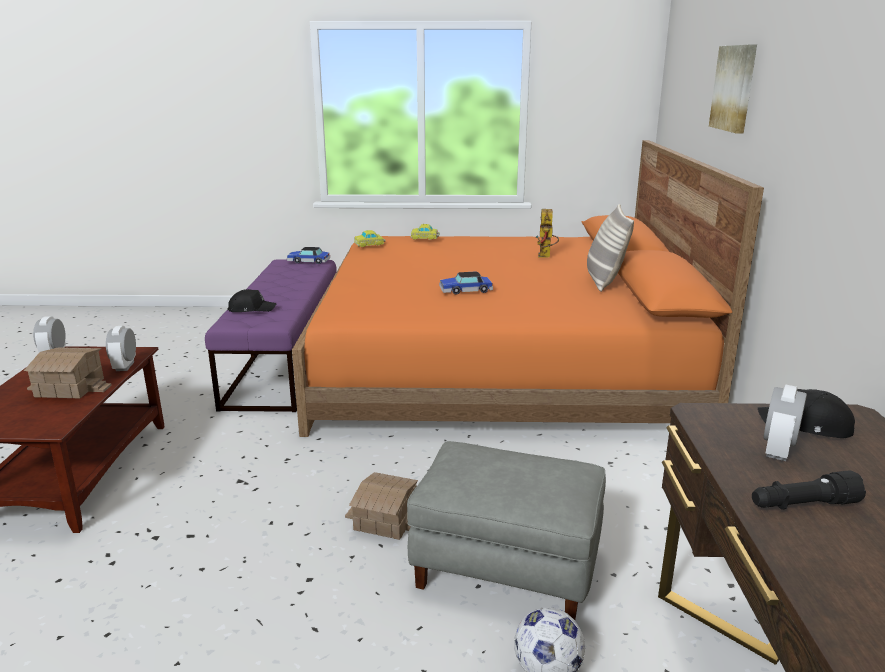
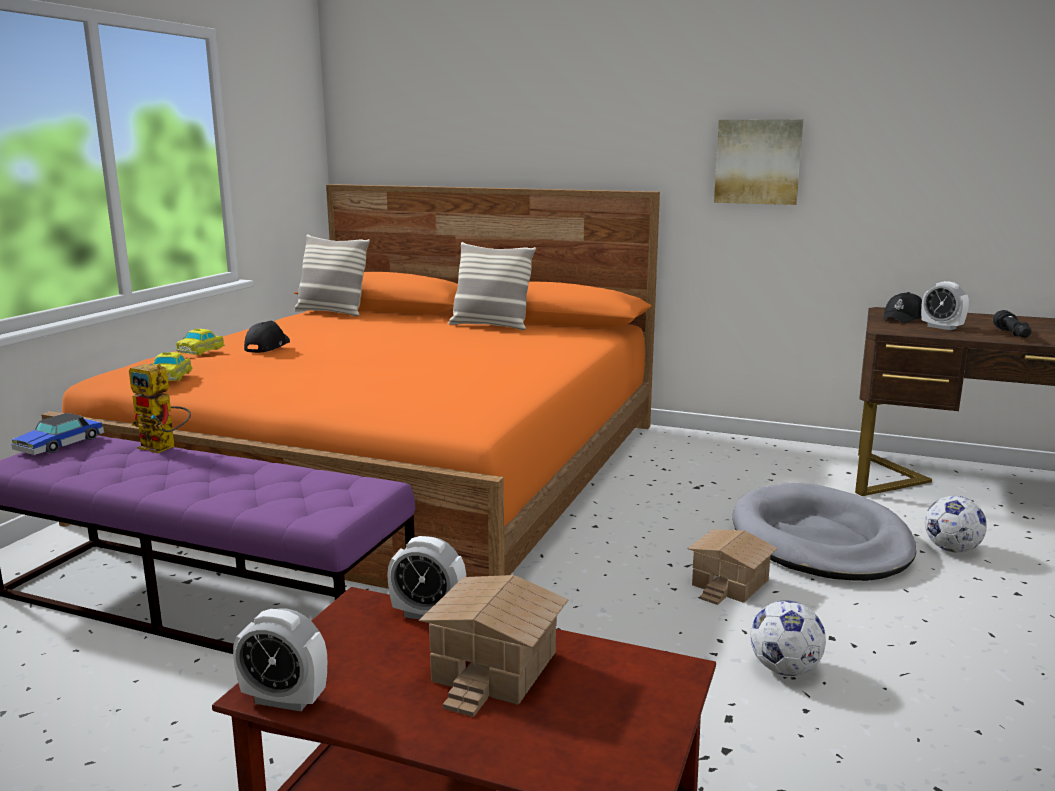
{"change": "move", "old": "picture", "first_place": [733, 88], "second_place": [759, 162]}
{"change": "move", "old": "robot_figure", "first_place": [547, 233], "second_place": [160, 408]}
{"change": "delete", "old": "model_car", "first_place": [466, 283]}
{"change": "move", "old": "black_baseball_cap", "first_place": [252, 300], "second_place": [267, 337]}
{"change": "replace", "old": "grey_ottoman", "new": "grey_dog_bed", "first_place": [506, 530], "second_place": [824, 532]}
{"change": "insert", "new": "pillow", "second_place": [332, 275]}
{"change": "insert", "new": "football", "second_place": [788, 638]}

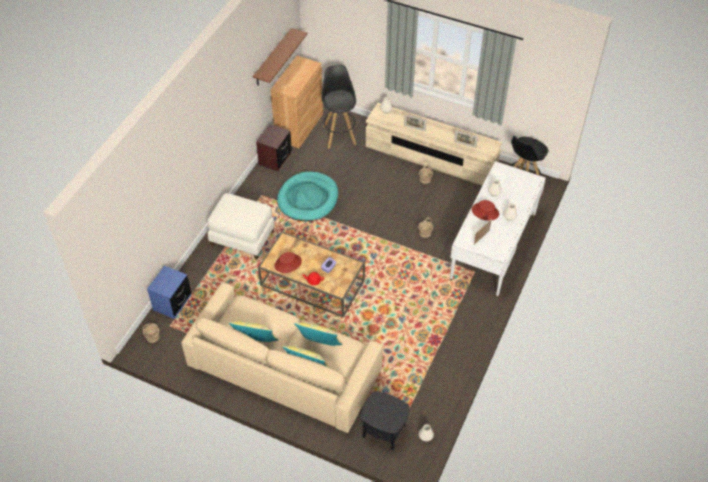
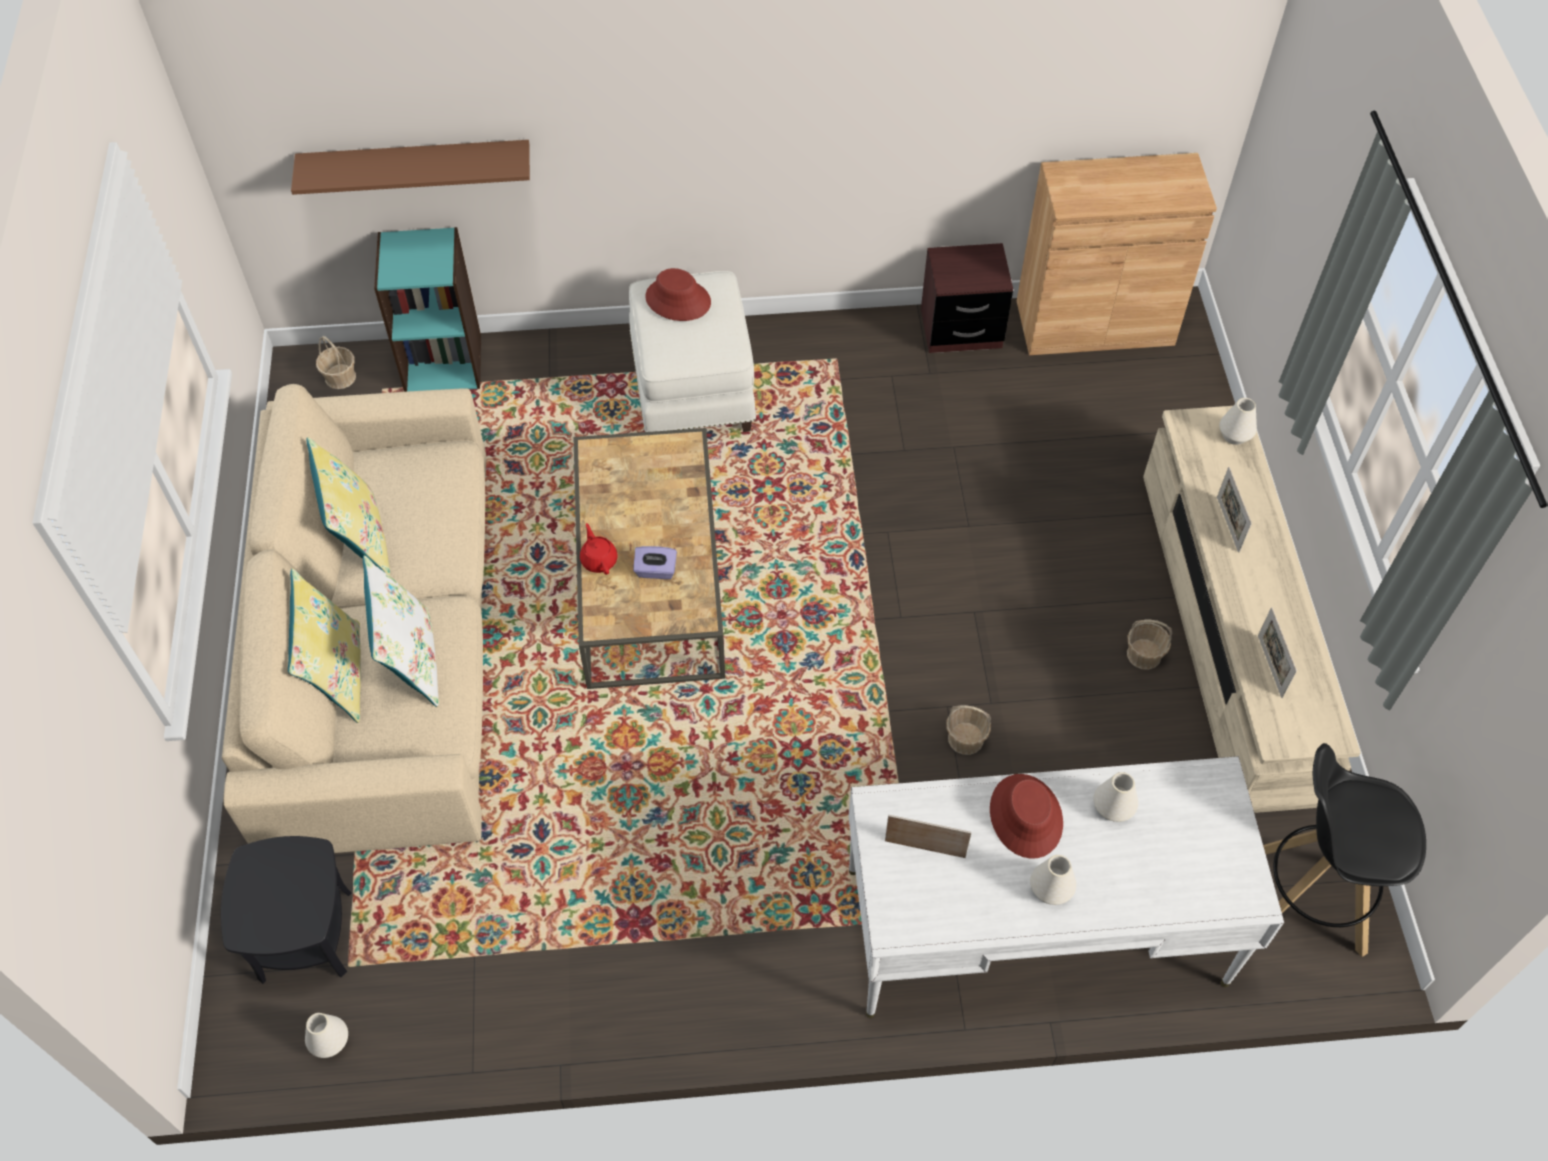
{"change": "move", "old": "brown-coloured_shelf", "first_place": [280, 56], "second_place": [410, 167]}
{"change": "delete", "old": "black_stool_seat", "first_place": [338, 107]}
{"change": "delete", "old": "turquoise_dog_bed", "first_place": [307, 196]}
{"change": "move", "old": "red_hat", "first_place": [288, 262], "second_place": [678, 294]}
{"change": "replace", "old": "bluish_night_table", "new": "turquoise_bookshelf", "first_place": [169, 292], "second_place": [427, 309]}
{"change": "recolor", "old": "yellow-coloured_pillow", "new": "whitish_pillow", "first_place": [318, 334], "second_place": [401, 631]}

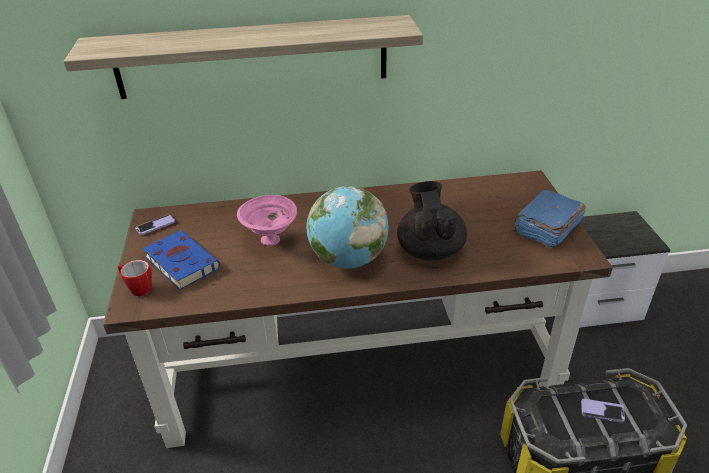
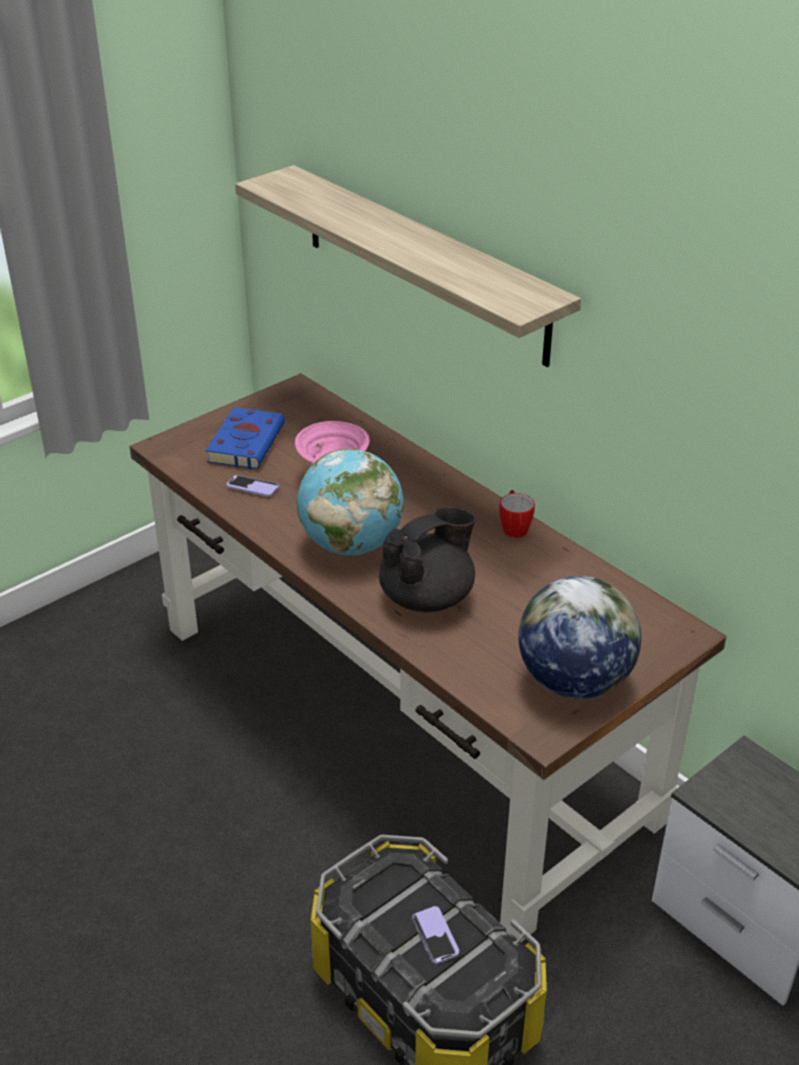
{"change": "replace", "old": "bluish_bound_book", "new": "globe", "first_place": [549, 219], "second_place": [580, 637]}
{"change": "move", "old": "handset", "first_place": [155, 225], "second_place": [252, 486]}
{"change": "move", "old": "mug", "first_place": [135, 278], "second_place": [517, 514]}

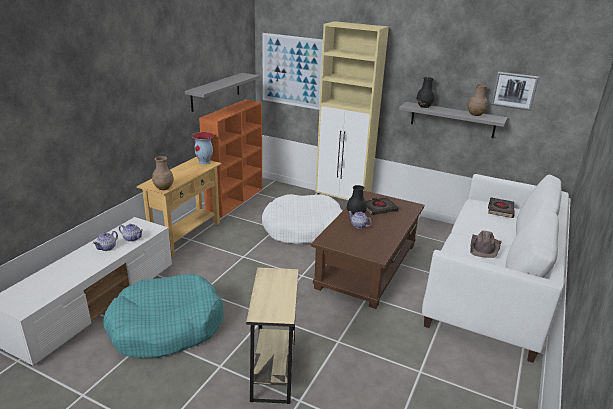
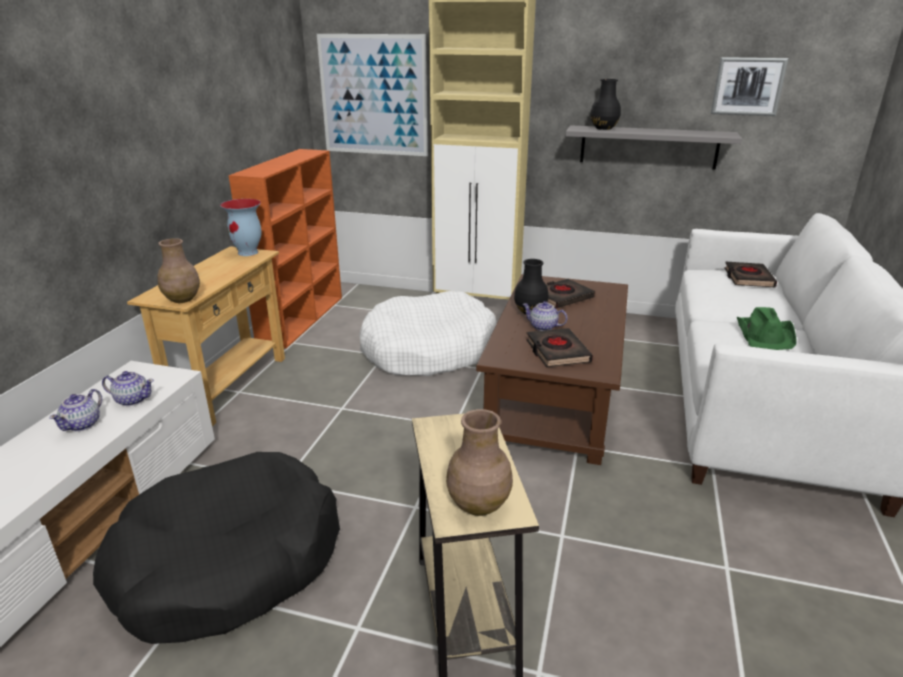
{"change": "delete", "old": "grey_shelf", "first_place": [222, 92]}
{"change": "move", "old": "brown-coloured_flower_vase", "first_place": [478, 100], "second_place": [479, 462]}
{"change": "recolor", "old": "brown-coloured_hat", "new": "green_hat", "first_place": [486, 244], "second_place": [766, 328]}
{"change": "recolor", "old": "turquoise_dog_bed", "new": "black_dog_bed", "first_place": [163, 316], "second_place": [216, 548]}
{"change": "insert", "new": "black_bound_book", "second_place": [559, 347]}

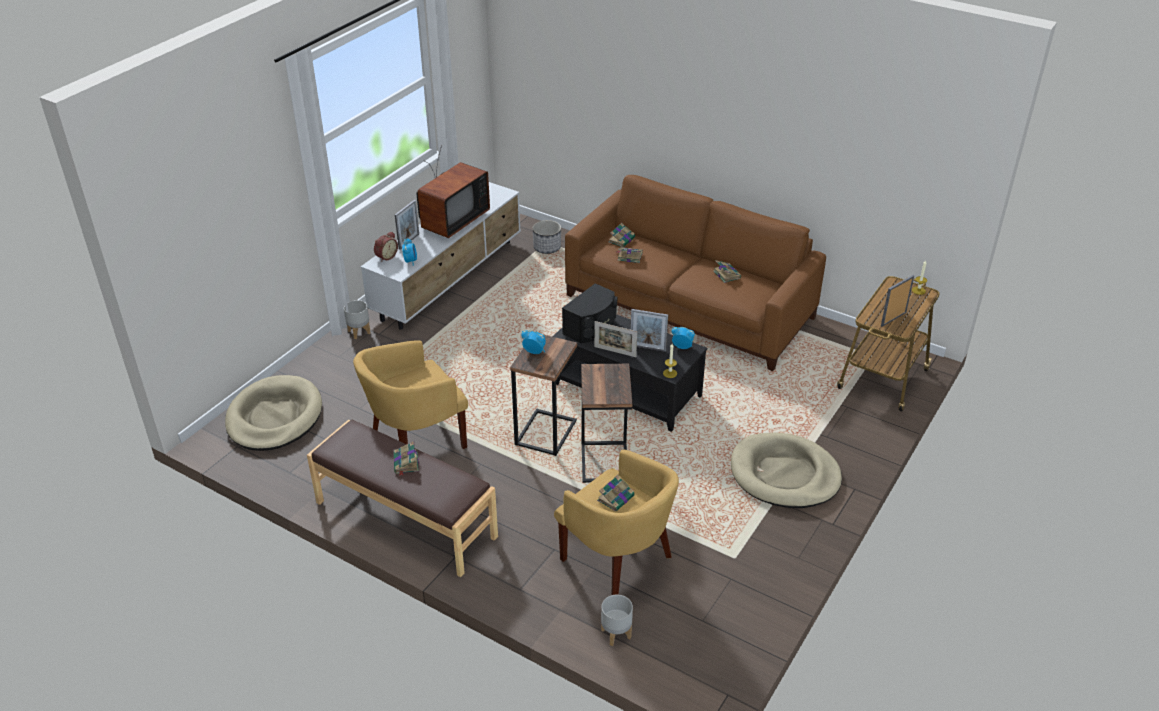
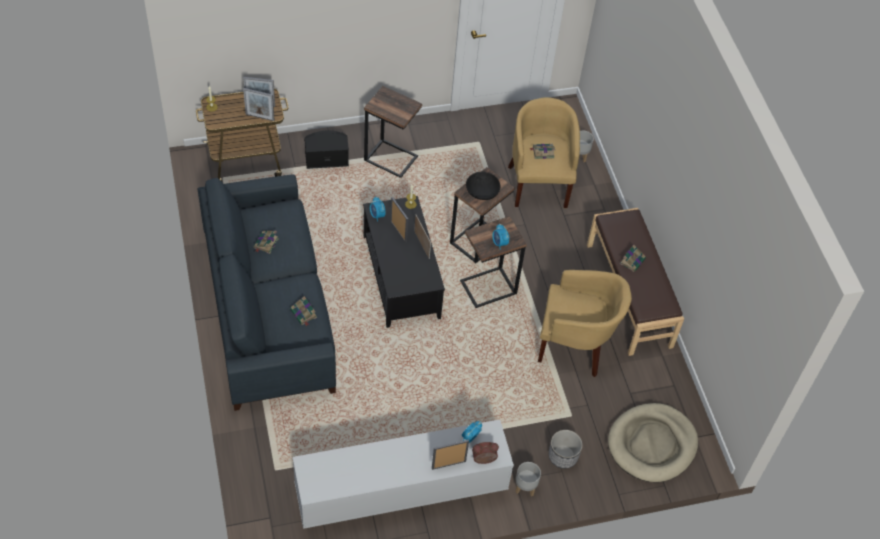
{"change": "delete", "old": "TV", "first_place": [453, 191]}
{"change": "recolor", "old": "brown-coloured_couch", "new": "bluish_couch", "first_place": [695, 273], "second_place": [266, 292]}
{"change": "move", "old": "plant_pot", "first_place": [546, 237], "second_place": [566, 449]}
{"change": "delete", "old": "bound_book", "first_place": [622, 235]}
{"change": "move", "old": "black_loudspeaker", "first_place": [589, 313], "second_place": [326, 150]}
{"change": "replace", "old": "sand-coloured_dog_bed", "new": "side_table", "first_place": [786, 470], "second_place": [393, 132]}
{"change": "insert", "new": "photo_frame", "second_place": [259, 104]}
{"change": "insert", "new": "black_bowl", "second_place": [483, 185]}

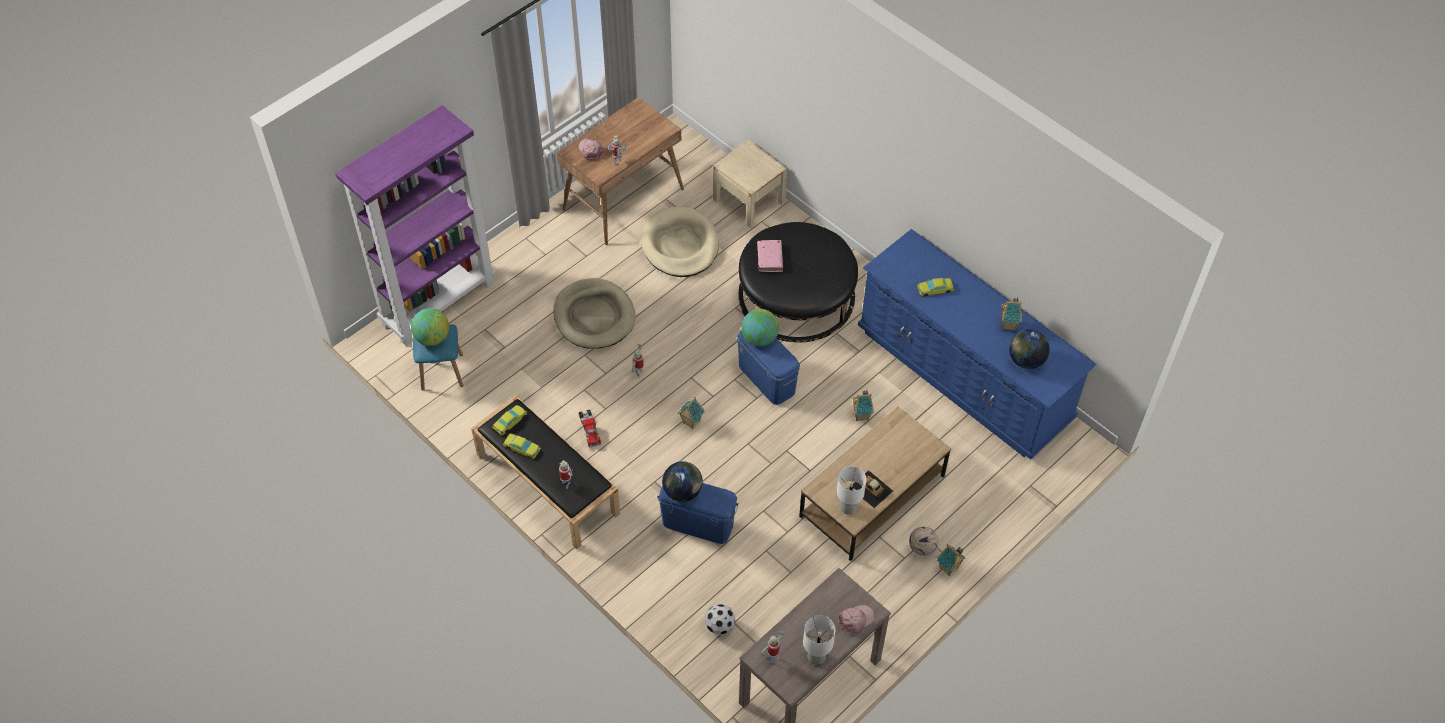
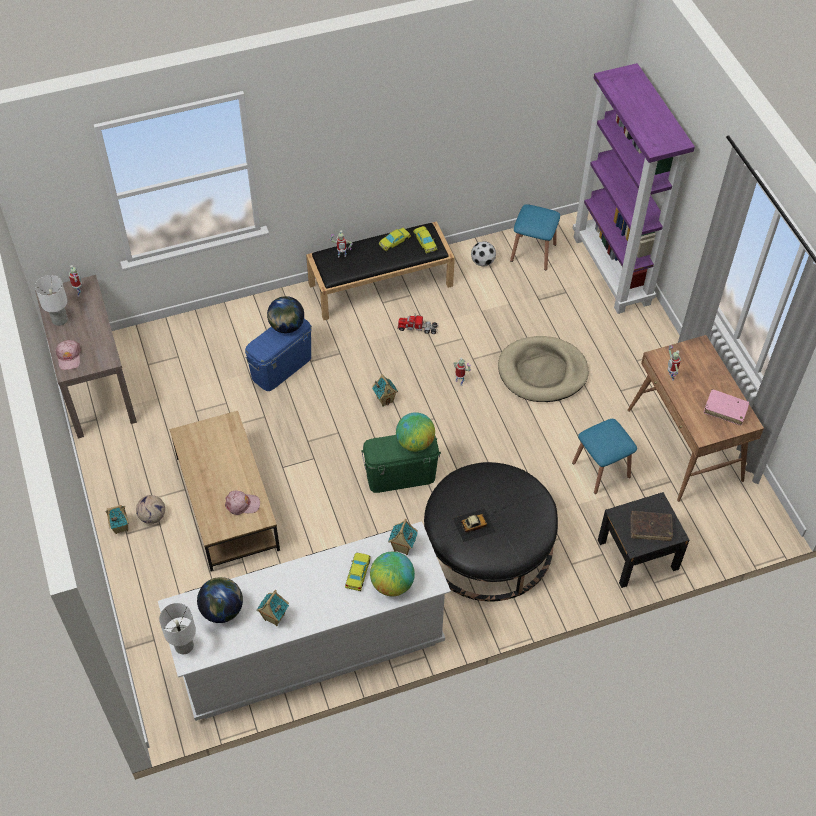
{"change": "move", "old": "pink-coloured_baseball_cap", "first_place": [591, 149], "second_place": [242, 503]}
{"change": "recolor", "old": "sand-coloured_night_table", "new": "black_night_table", "first_place": [750, 184], "second_place": [643, 540]}
{"change": "replace", "old": "sand-coloured_dog_bed", "new": "bluish_stool_seat", "first_place": [680, 241], "second_place": [604, 456]}
{"change": "recolor", "old": "bluish_chest_of_drawers", "new": "whitish_chest_of_drawers", "first_place": [977, 344], "second_place": [304, 621]}
{"change": "move", "old": "pink-coloured_bound_book", "first_place": [770, 256], "second_place": [727, 407]}
{"change": "move", "old": "globe", "first_place": [430, 327], "second_place": [392, 574]}
{"change": "recolor", "old": "bluish_storage_container", "new": "green_storage_container", "first_place": [768, 367], "second_place": [401, 464]}
{"change": "move", "old": "model_house", "first_place": [863, 405], "second_place": [403, 537]}
{"change": "move", "old": "whitish_tabletop_lamp", "first_place": [852, 490], "second_place": [177, 628]}
{"change": "move", "old": "model_car", "first_place": [872, 489], "second_place": [474, 525]}
{"change": "move", "old": "football", "first_place": [720, 619], "second_place": [483, 254]}
{"change": "insert", "new": "brown-coloured_bound_book", "second_place": [651, 526]}

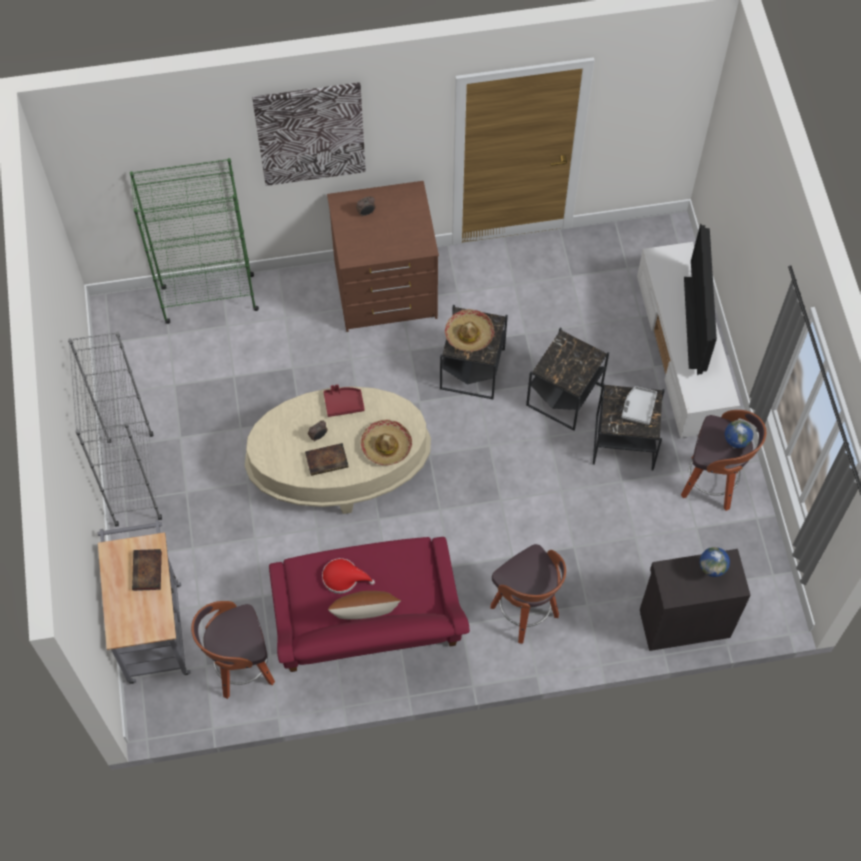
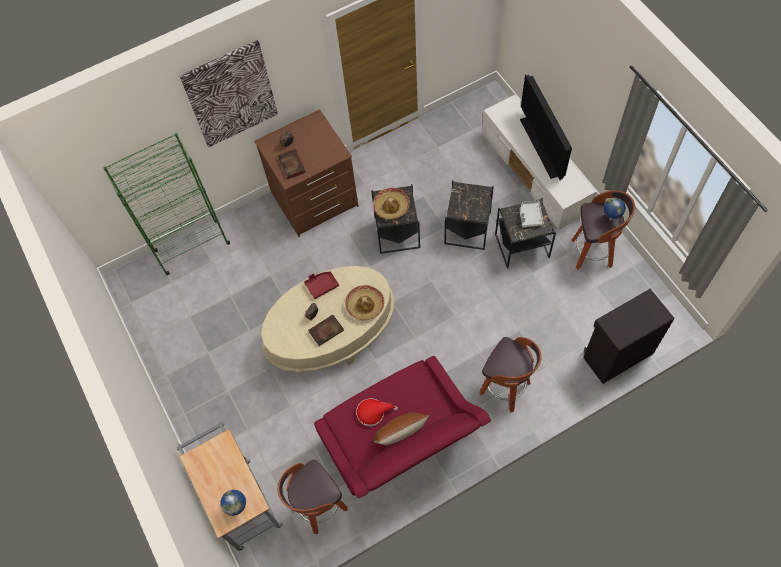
{"change": "delete", "old": "grey_bookshelf", "first_place": [115, 429]}
{"change": "move", "old": "globe", "first_place": [715, 562], "second_place": [233, 503]}
{"change": "move", "old": "bound_book", "first_place": [147, 570], "second_place": [292, 164]}

